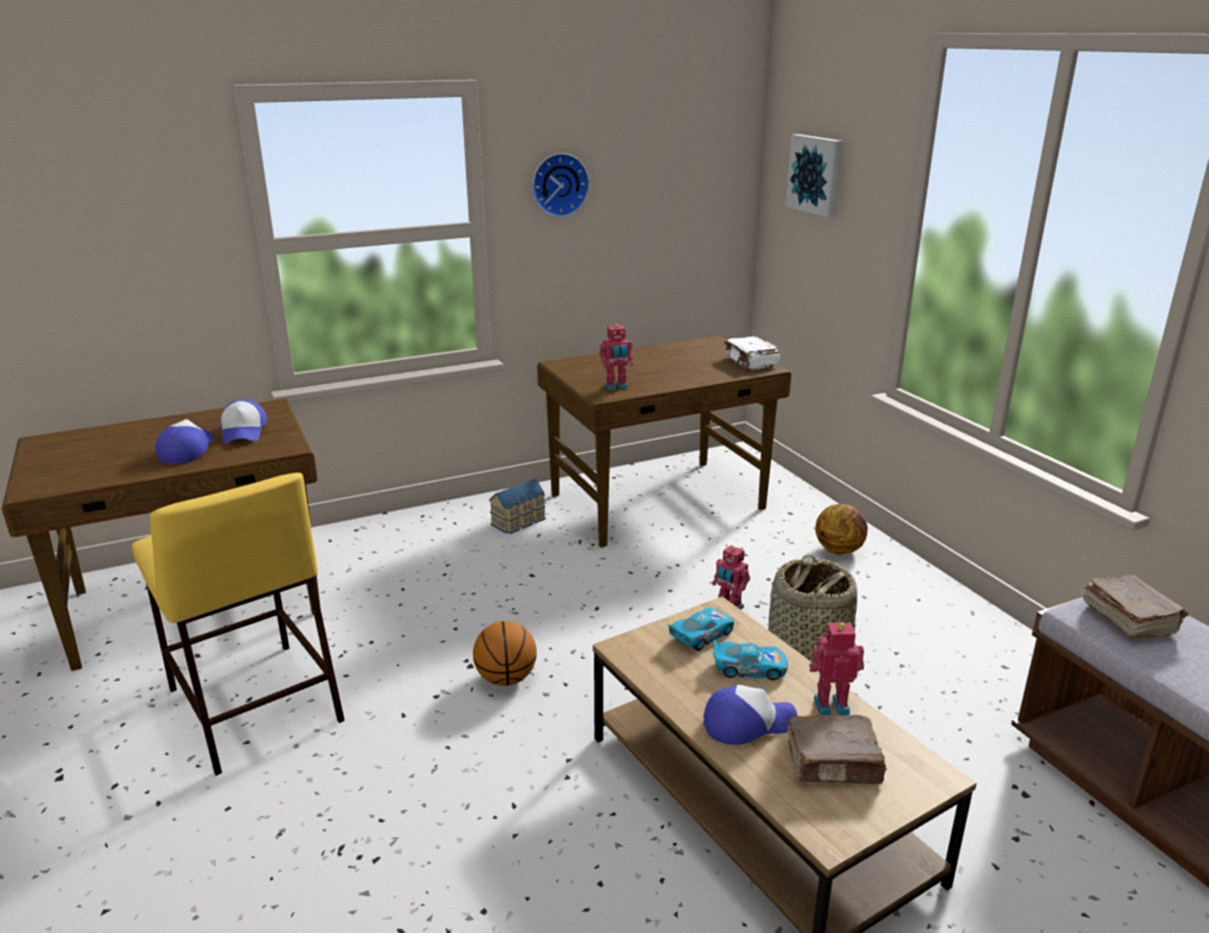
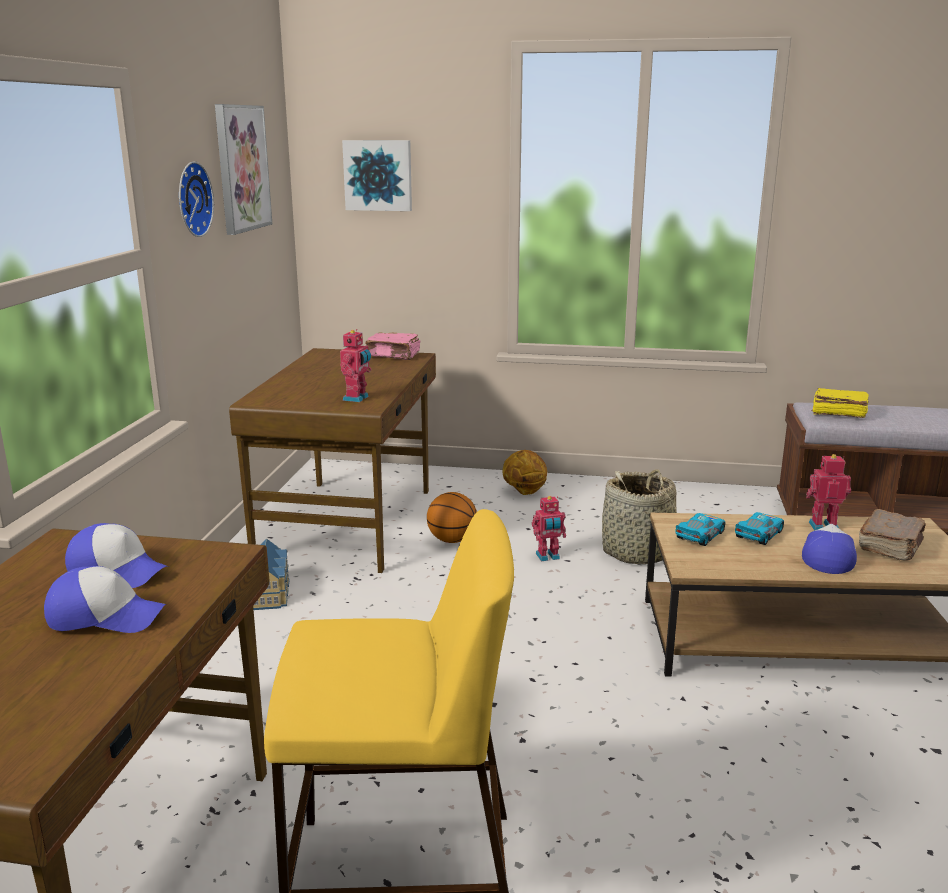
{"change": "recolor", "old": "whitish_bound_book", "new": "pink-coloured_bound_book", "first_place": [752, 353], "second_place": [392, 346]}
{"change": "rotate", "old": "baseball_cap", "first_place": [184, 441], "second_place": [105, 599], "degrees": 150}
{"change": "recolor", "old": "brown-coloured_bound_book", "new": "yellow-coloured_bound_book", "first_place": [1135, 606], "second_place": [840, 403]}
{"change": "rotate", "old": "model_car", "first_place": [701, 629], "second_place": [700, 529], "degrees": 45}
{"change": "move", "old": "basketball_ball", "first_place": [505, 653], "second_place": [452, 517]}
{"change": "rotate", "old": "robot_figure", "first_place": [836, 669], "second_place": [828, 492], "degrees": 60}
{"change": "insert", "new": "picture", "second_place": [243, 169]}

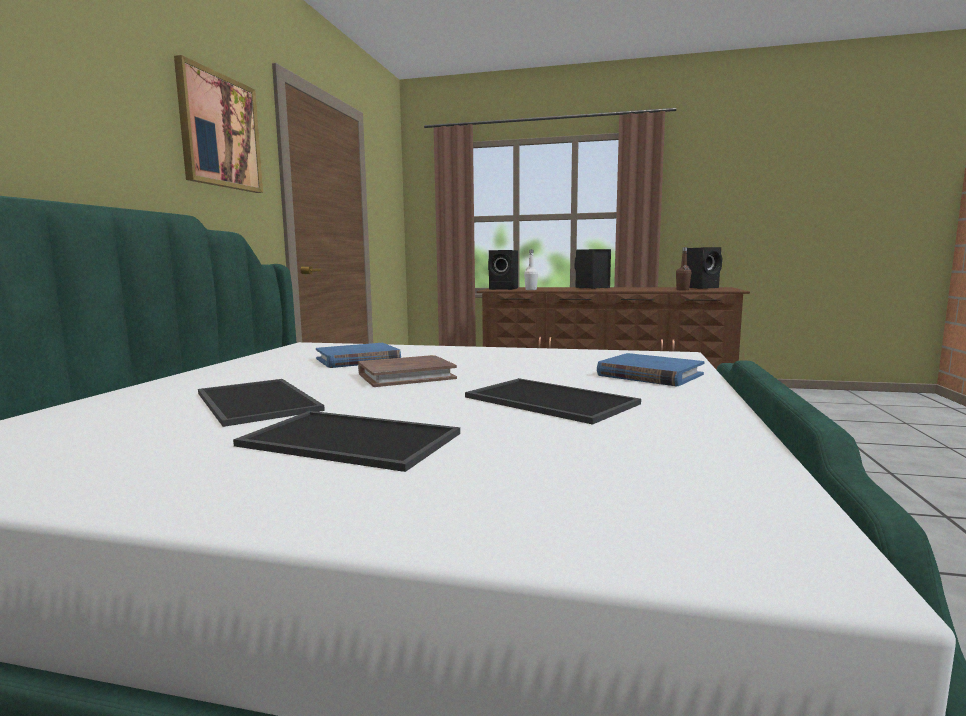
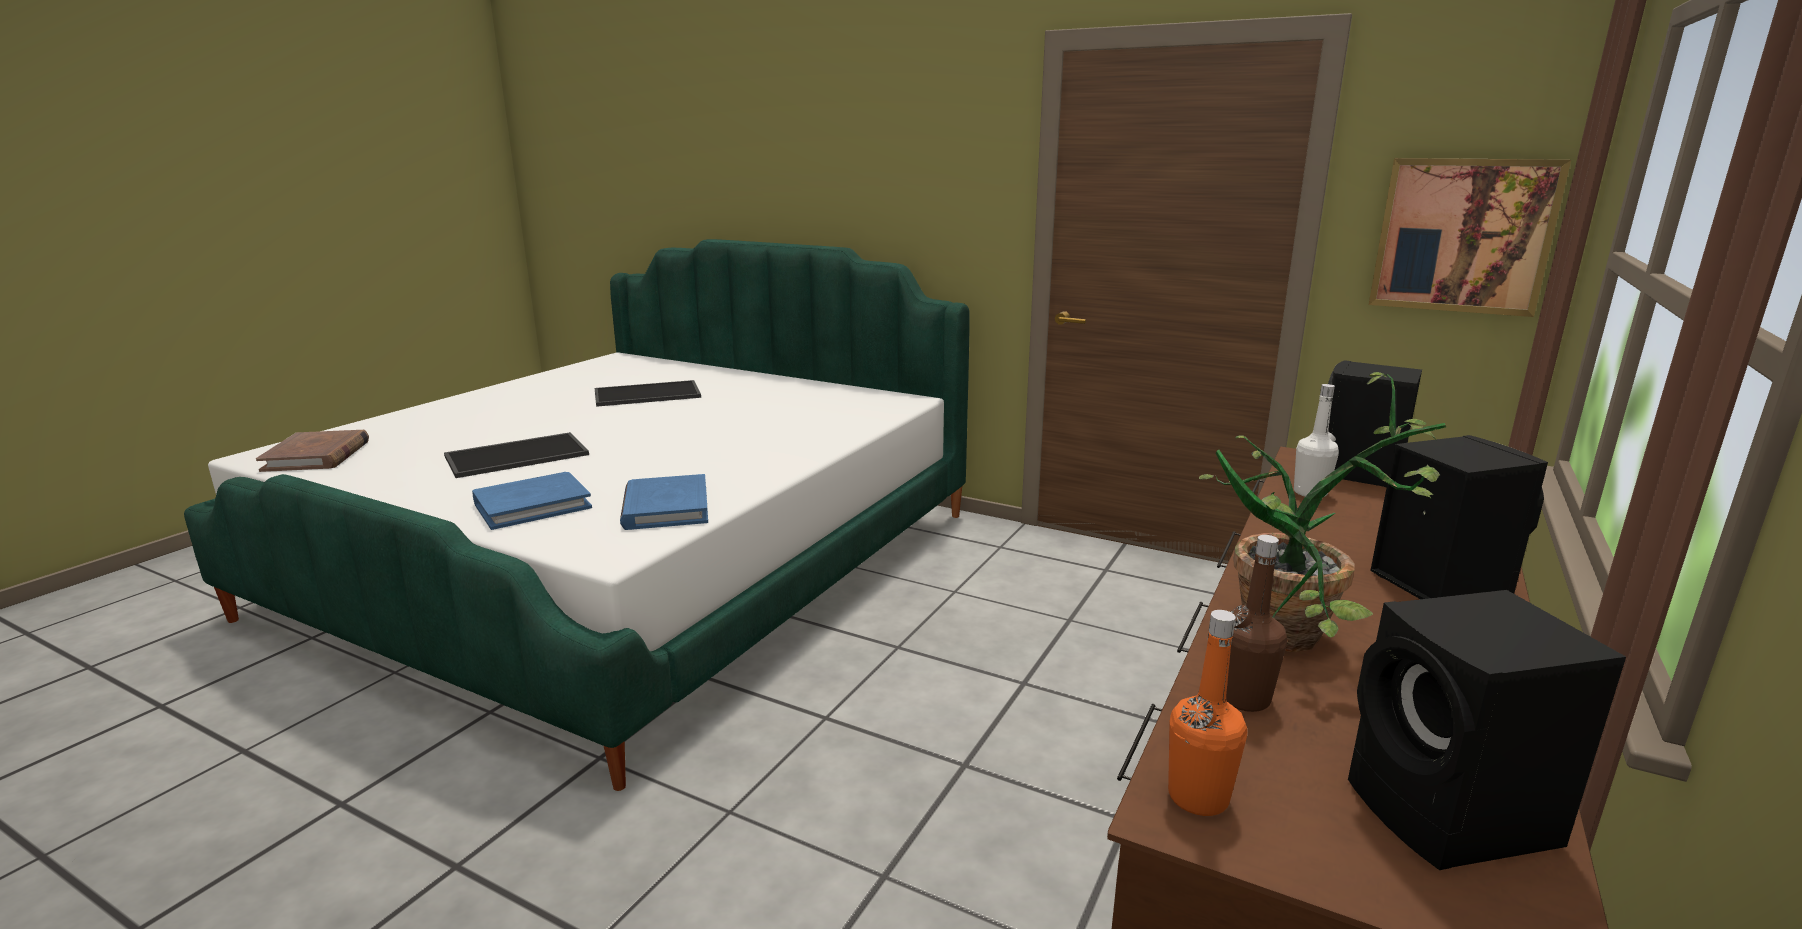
{"change": "move", "old": "picture", "first_place": [218, 124], "second_place": [1470, 237]}
{"change": "move", "old": "bluish_bound_book", "first_place": [358, 355], "second_place": [664, 502]}
{"change": "move", "old": "brown-coloured_bound_book", "first_place": [407, 371], "second_place": [312, 451]}
{"change": "delete", "old": "serving_tray", "first_place": [346, 441]}
{"change": "insert", "new": "houseplant", "second_place": [1322, 512]}
{"change": "insert", "new": "orangey_beverage_bottle", "second_place": [1207, 713]}

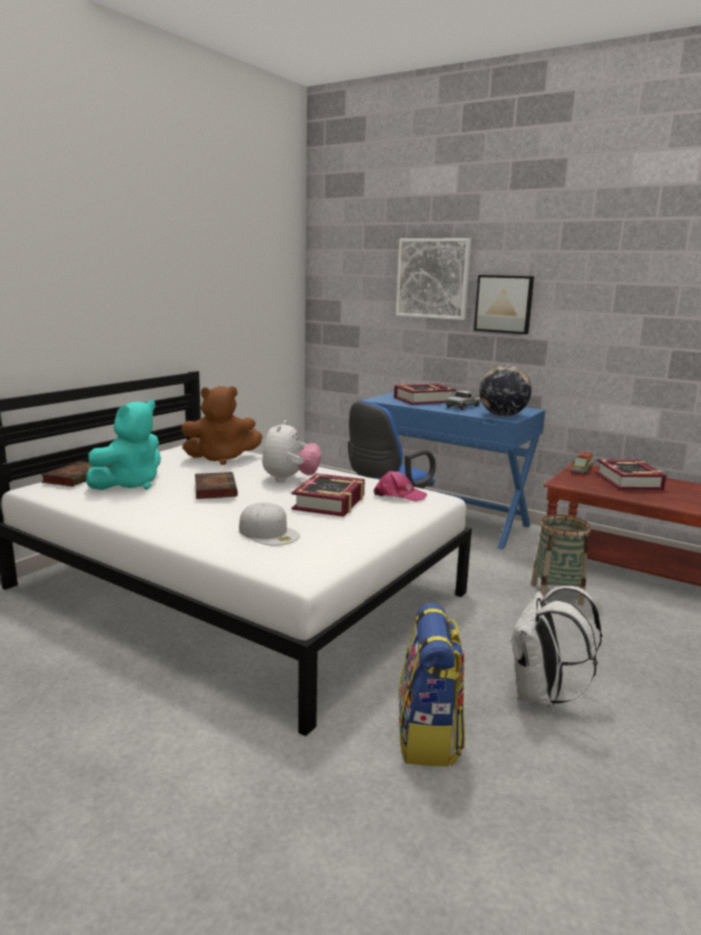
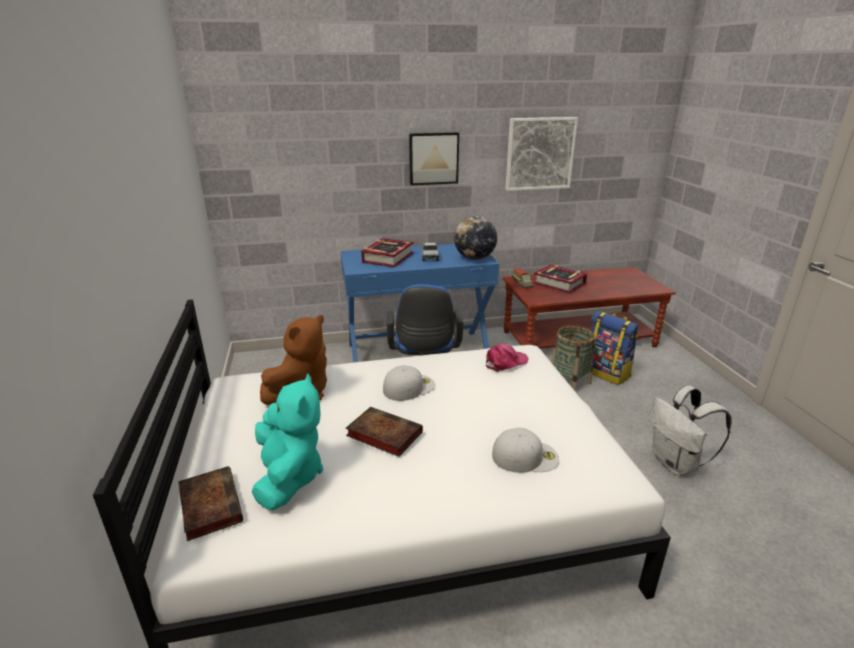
{"change": "move", "old": "picture", "first_place": [433, 279], "second_place": [541, 154]}
{"change": "replace", "old": "soft_toy", "new": "whitish_baseball_cap", "first_place": [291, 451], "second_place": [409, 383]}
{"change": "delete", "old": "bound_book", "first_place": [328, 495]}
{"change": "move", "old": "rucksack", "first_place": [431, 684], "second_place": [615, 348]}

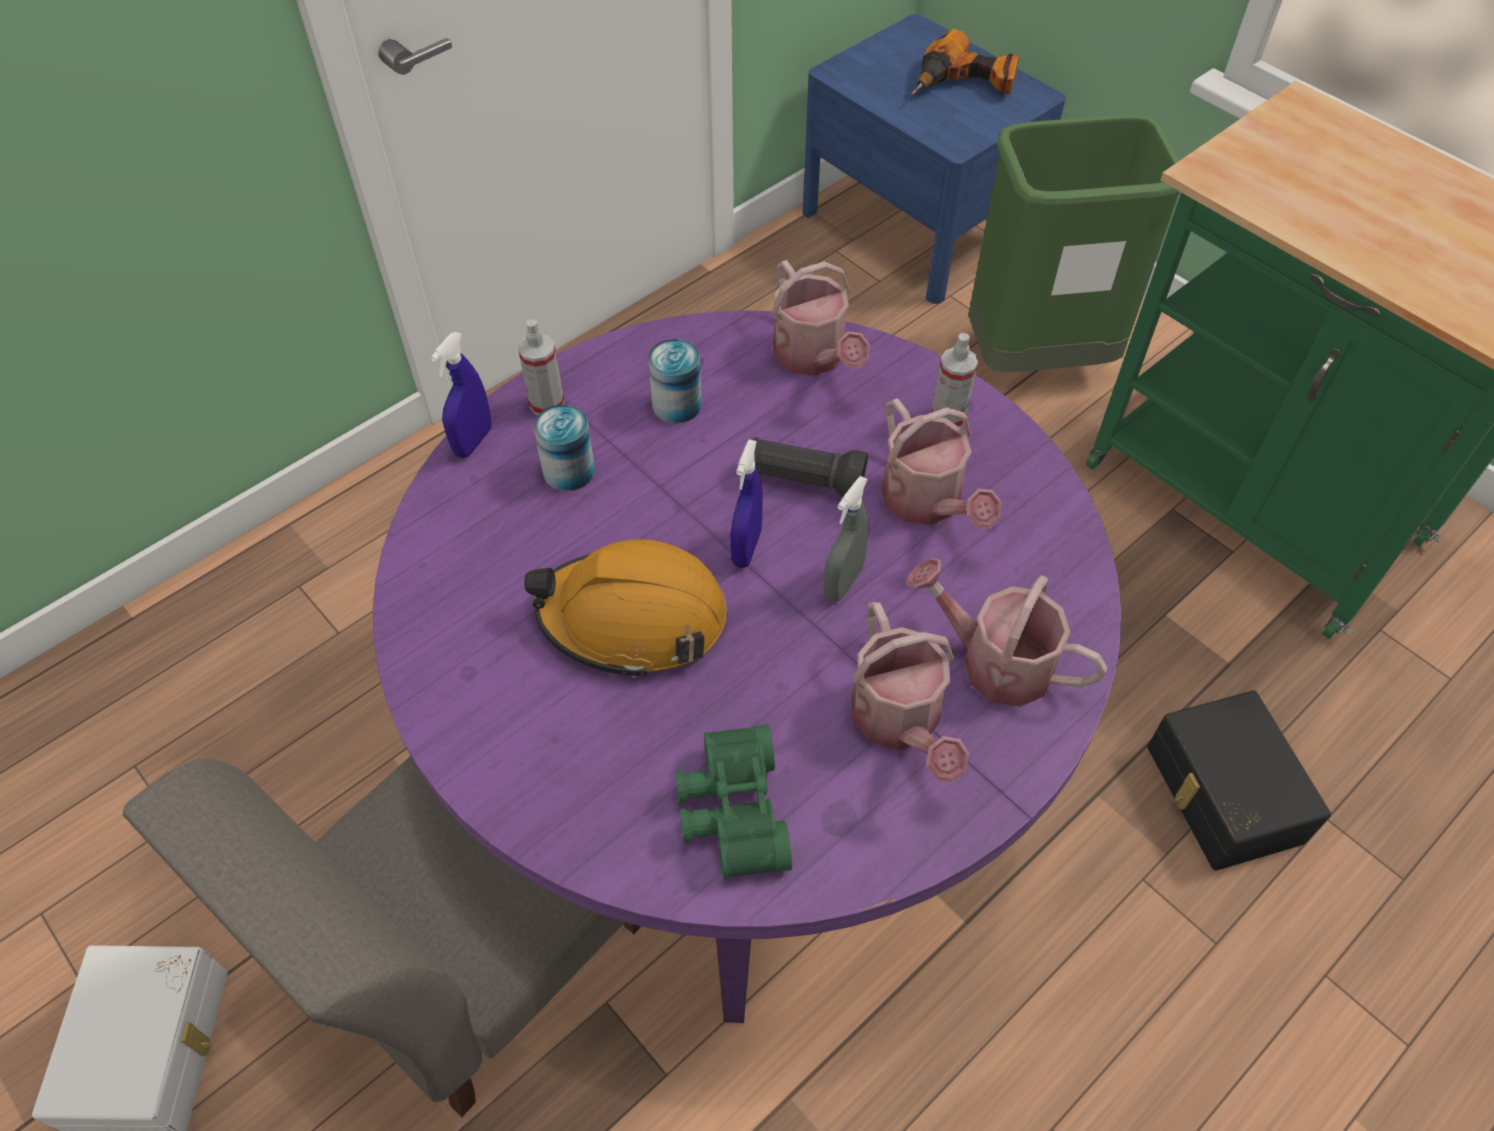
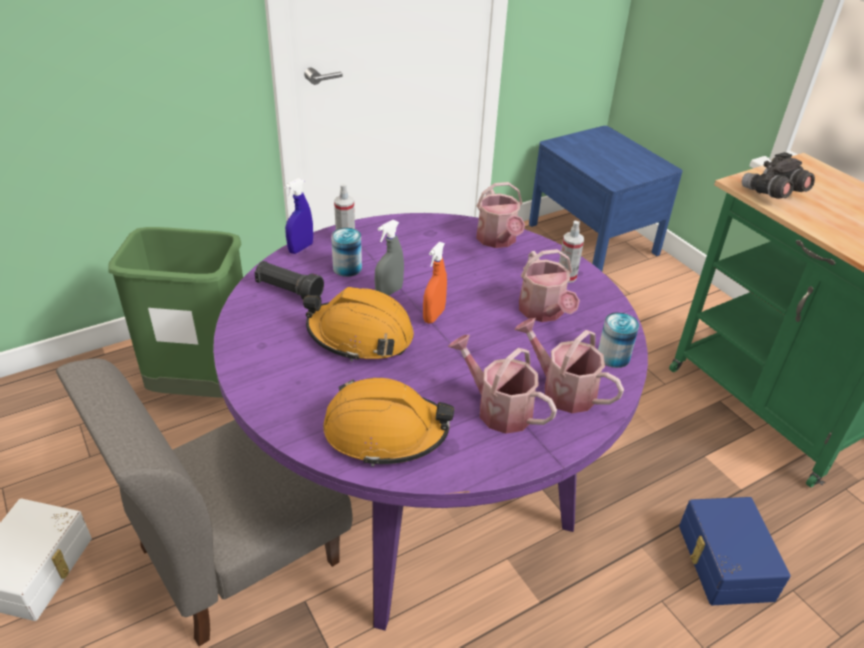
{"change": "delete", "old": "electric_drill", "first_place": [965, 62]}
{"change": "move", "old": "green_trash_can", "first_place": [1074, 243], "second_place": [175, 312]}
{"change": "move", "old": "sealed_can", "first_place": [675, 381], "second_place": [618, 340]}
{"change": "move", "old": "black_torch", "first_place": [810, 467], "second_place": [289, 280]}
{"change": "recolor", "old": "bluish_hand_sprayer", "new": "orangey_hand_sprayer", "first_place": [746, 504], "second_place": [435, 282]}
{"change": "move", "old": "grey_hand_sprayer", "first_place": [846, 539], "second_place": [389, 257]}
{"change": "rotate", "old": "watering_can", "first_place": [911, 692], "second_place": [502, 384], "degrees": 135}
{"change": "recolor", "old": "black_storage_container", "new": "bluish_storage_container", "first_place": [1239, 781], "second_place": [735, 551]}
{"change": "replace", "old": "green_field_glasses", "new": "orangey_hard_hat", "first_place": [733, 801], "second_place": [388, 422]}
{"change": "insert", "new": "grey_field_glasses", "second_place": [778, 175]}

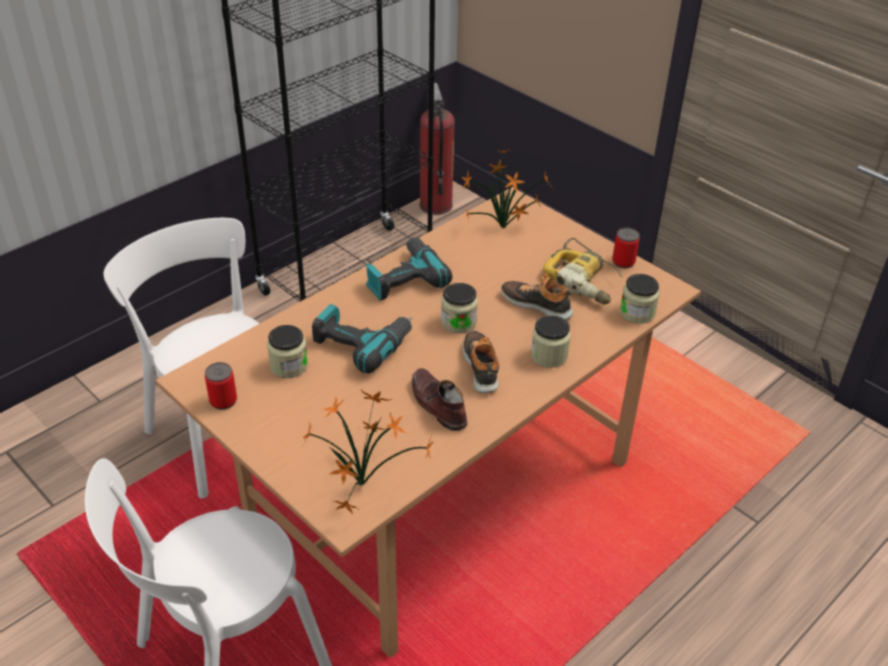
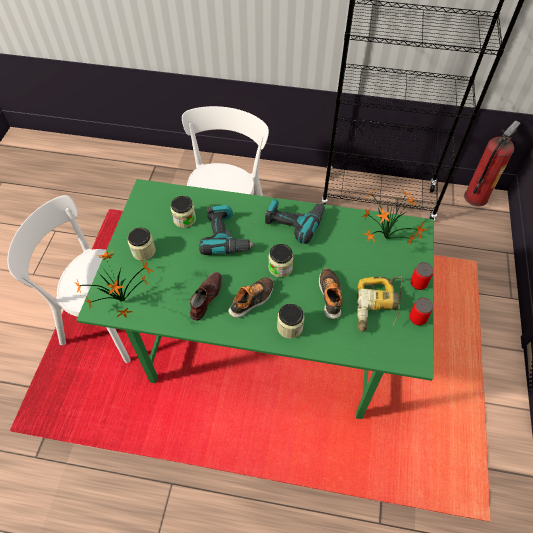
{"change": "recolor", "old": "brown-coloured_kitchen_table", "new": "green_kitchen_table", "first_place": [428, 422], "second_place": [255, 299]}
{"change": "move", "old": "jar", "first_place": [640, 299], "second_place": [142, 244]}
{"change": "move", "old": "sealed_can", "first_place": [221, 386], "second_place": [422, 276]}

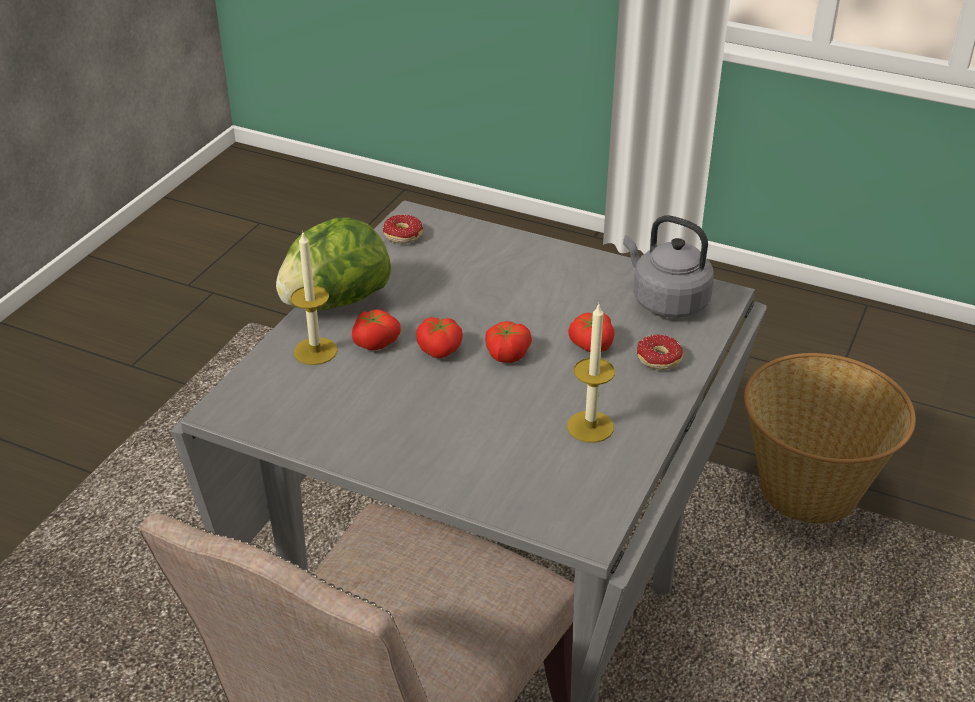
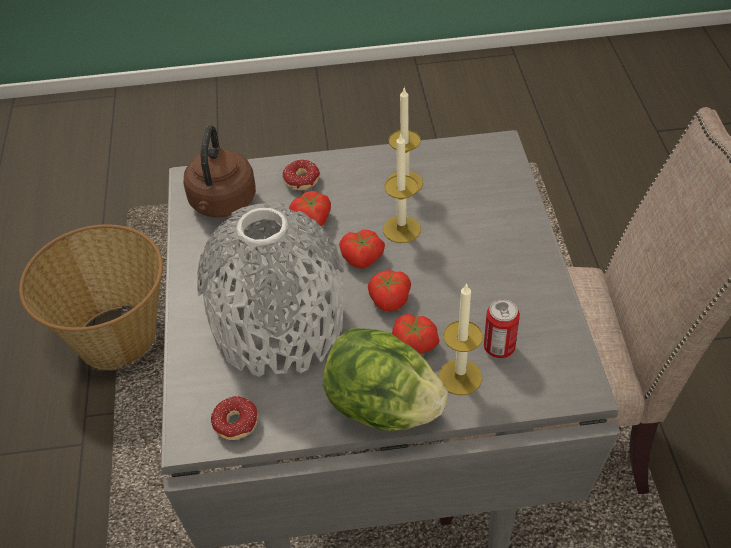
{"change": "recolor", "old": "grey_water_kettle", "new": "brown-coloured_water_kettle", "first_place": [668, 266], "second_place": [220, 171]}
{"change": "insert", "new": "wax_candle", "second_place": [402, 188]}
{"change": "insert", "new": "grey_flower_vase", "second_place": [270, 290]}
{"change": "insert", "new": "sealed_can", "second_place": [502, 328]}

